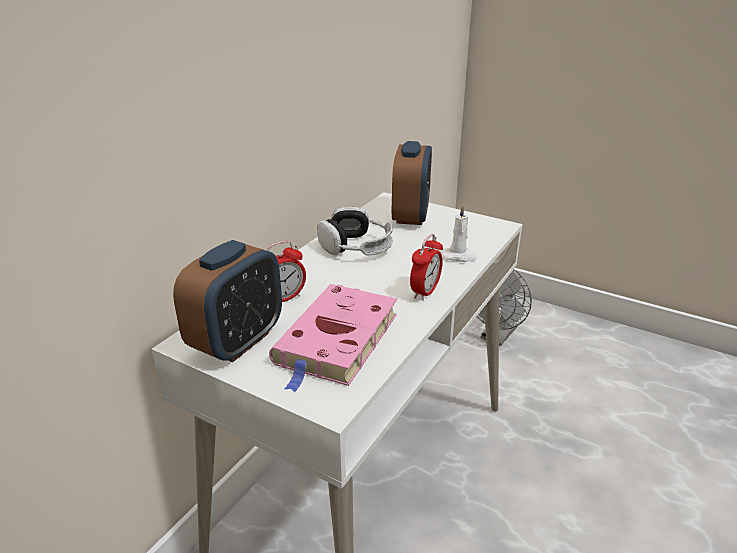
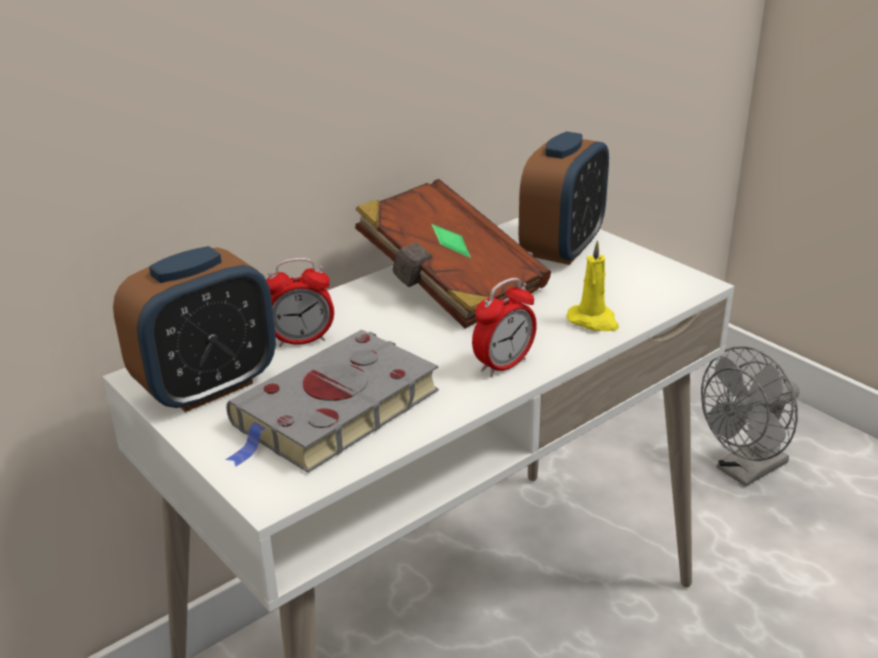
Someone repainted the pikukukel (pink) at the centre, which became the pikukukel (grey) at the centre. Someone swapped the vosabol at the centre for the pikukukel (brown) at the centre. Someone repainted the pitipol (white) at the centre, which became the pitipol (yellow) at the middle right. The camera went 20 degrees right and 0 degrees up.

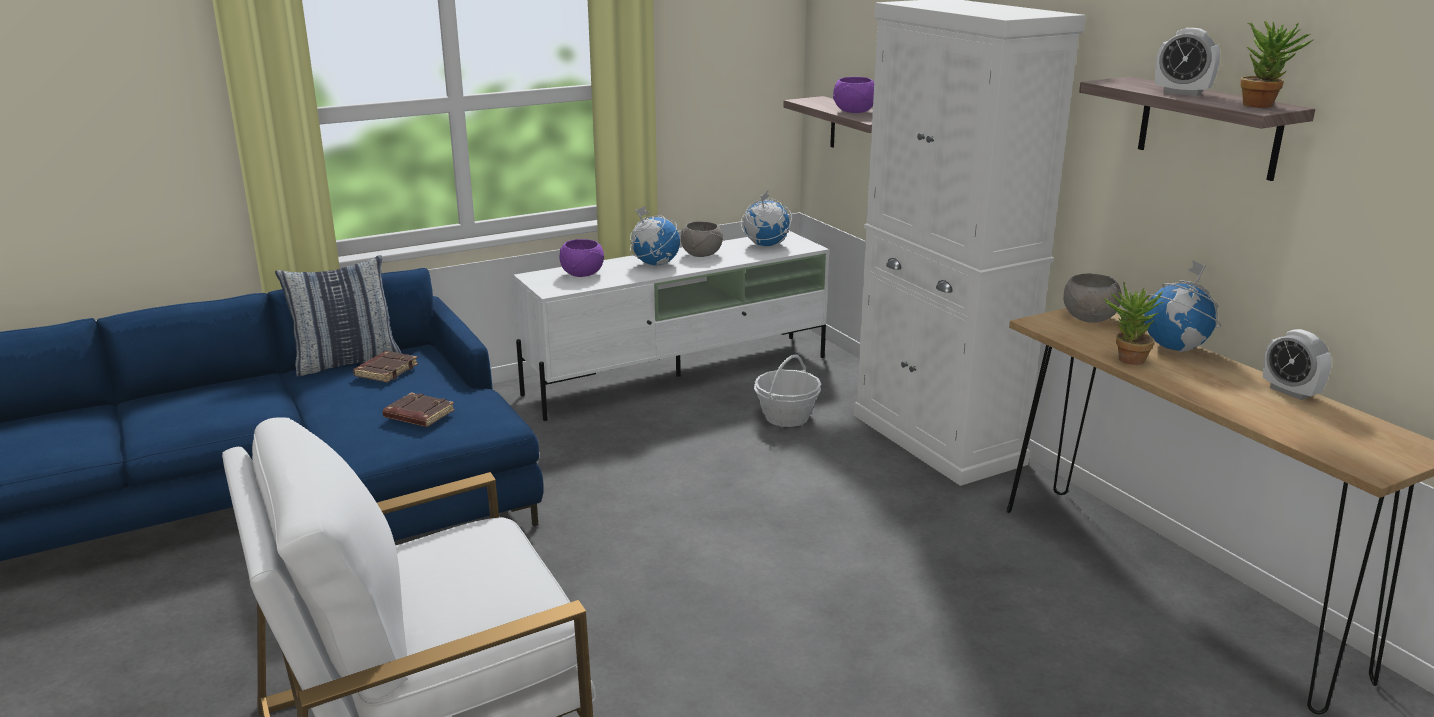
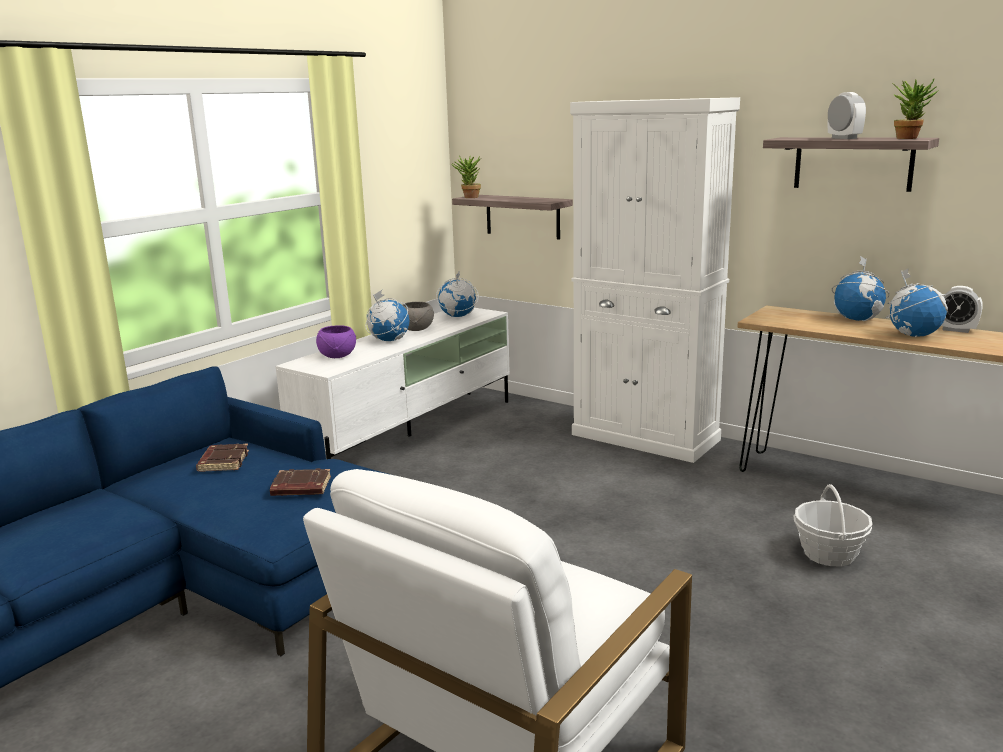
Someone took away the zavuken at the middle left. Someone carried the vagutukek from the centre to the bottom right. Someone took away the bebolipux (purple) (no. 2 from left) at the top centre. Someone took away the bebolipux (grey) (no. 2 from left) at the middle right. Someone carried the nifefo (no. 1 from left) from the middle right to the top centre. Someone rotated the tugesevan (no. 1 from left) at the top right by 120 degrees counterclockwise. Someone put down the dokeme (no. 4 from left) at the middle right. The camera went 25 degrees left and 5 degrees down.

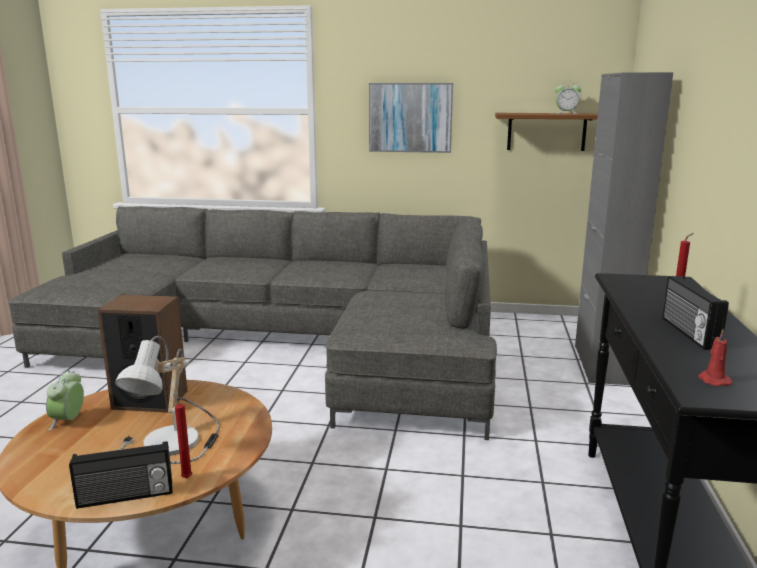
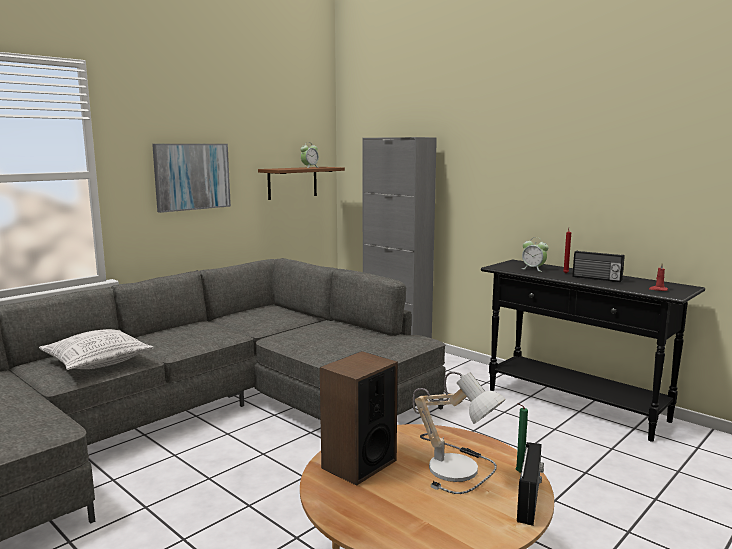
Someone carried the tugesevan (no. 1 from left in the first image) from the bottom left to the middle right. Someone repainted the pitipol (red) (no. 1 from left) at the bottom left, which became the pitipol (green) at the bottom right. Someone put down the zavuken at the middle left. The camera went 55 degrees left and 5 degrees down.

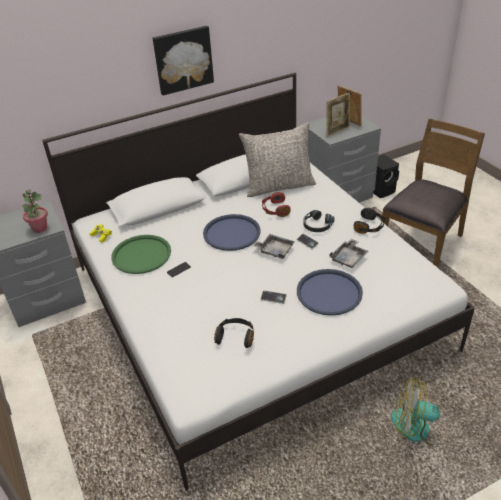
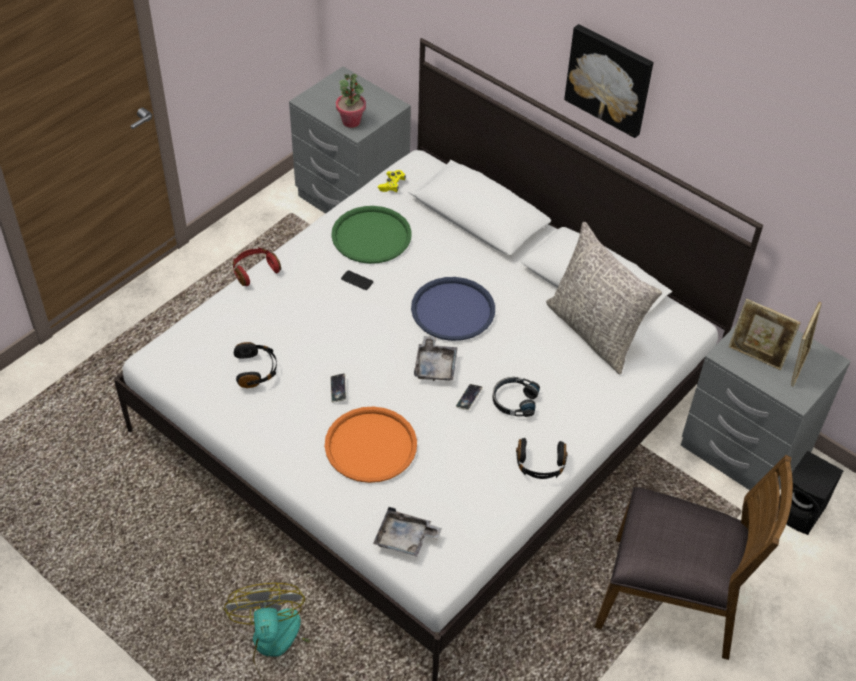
Someone carried the vosabol (red) from the centre to the middle left. Someone repainted the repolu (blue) (no. 2 from left) at the centre, which became the repolu (orange) at the centre. Someone carried the repolu (grey) (no. 2 from left in the first image) from the middle right to the bottom centre. The camera went 65 degrees right and 10 degrees up.

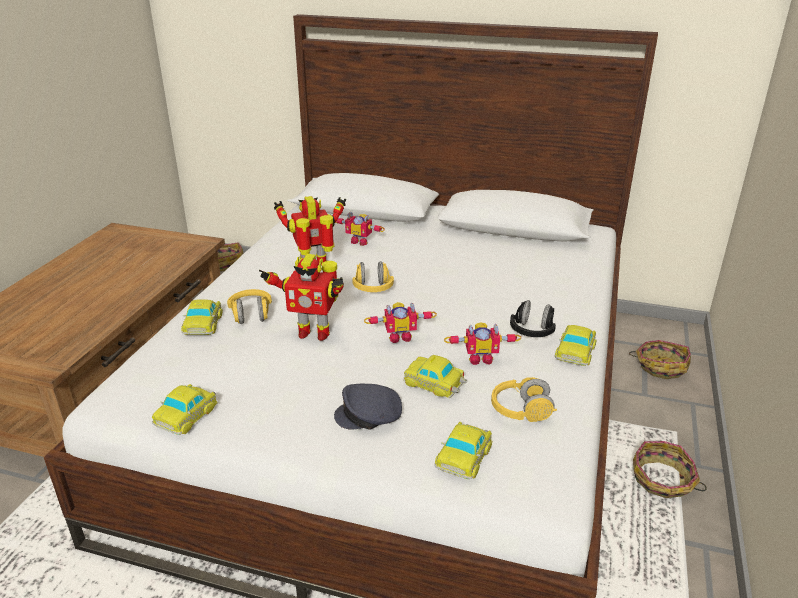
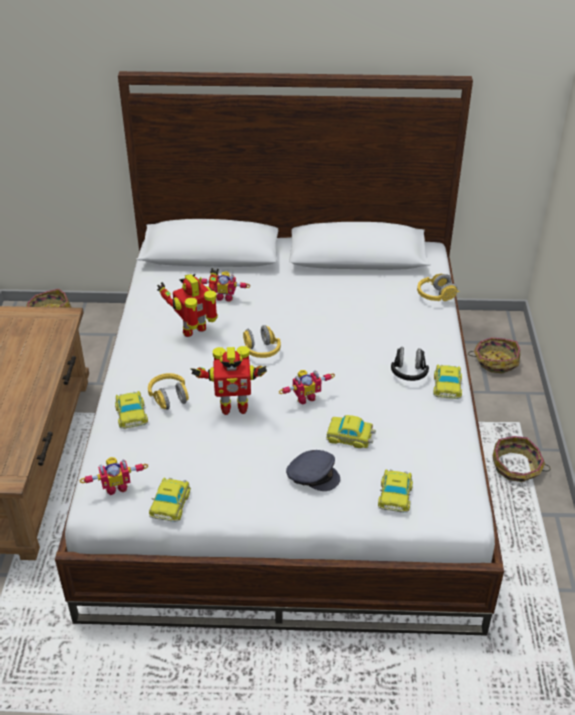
Someone rotated the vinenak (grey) at the bottom centre by 135 degrees counterclockwise. Someone carried the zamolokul (no. 5 from left in the first image) from the centre to the middle left. Someone carried the vosabol (yellow) (no. 3 from left) from the bottom centre to the middle right. The camera went 15 degrees left and 10 degrees up.

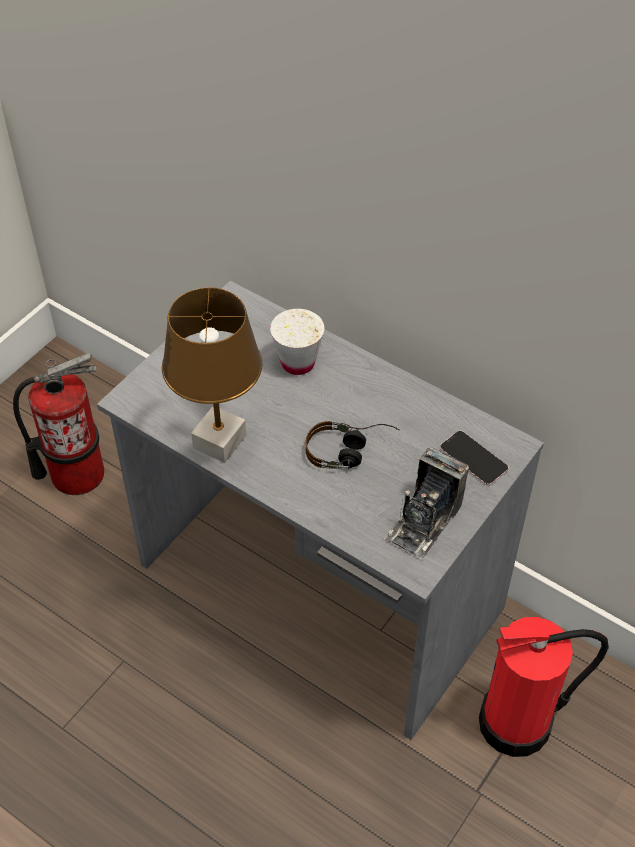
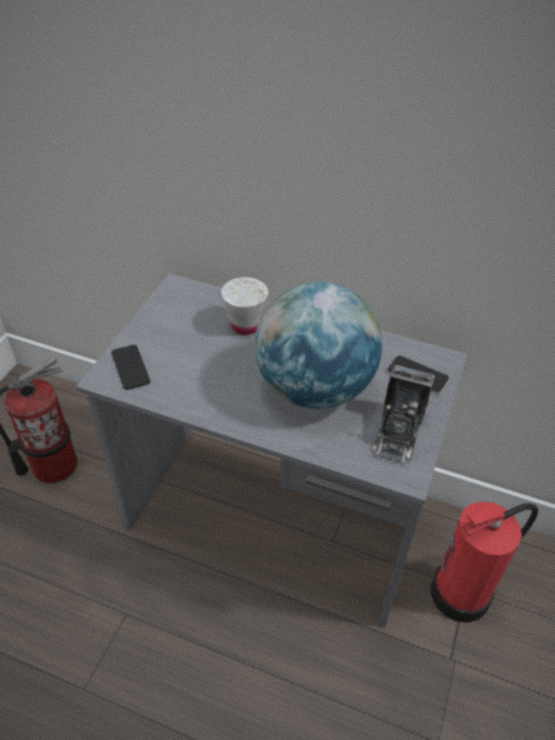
Someone took away the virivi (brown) at the centre. Someone swapped the vosabol at the centre for the dokeme at the centre. Someone put down the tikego (no. 1 from left) at the middle left. The camera went 15 degrees left and 5 degrees down.

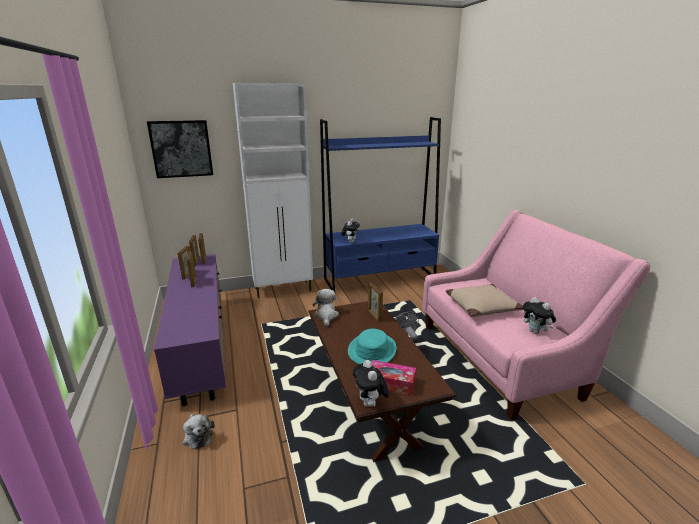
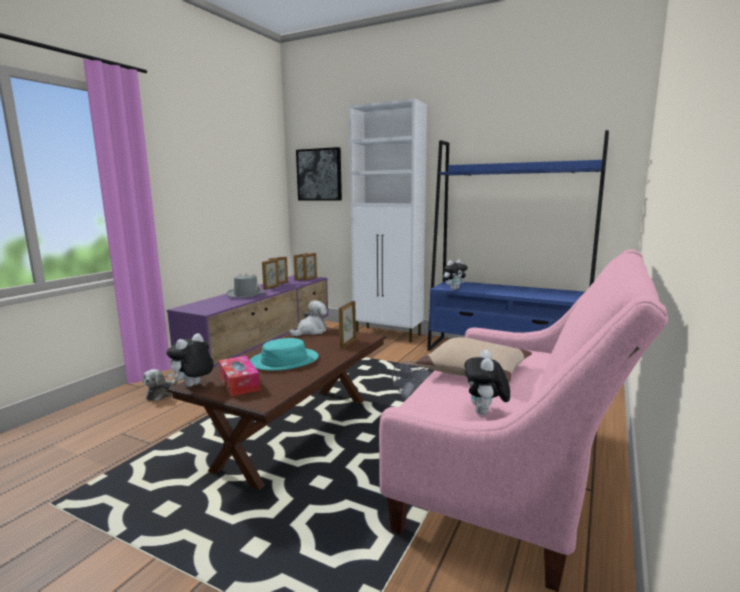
Someone put down the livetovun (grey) at the middle left. The camera went 45 degrees right and 10 degrees down.

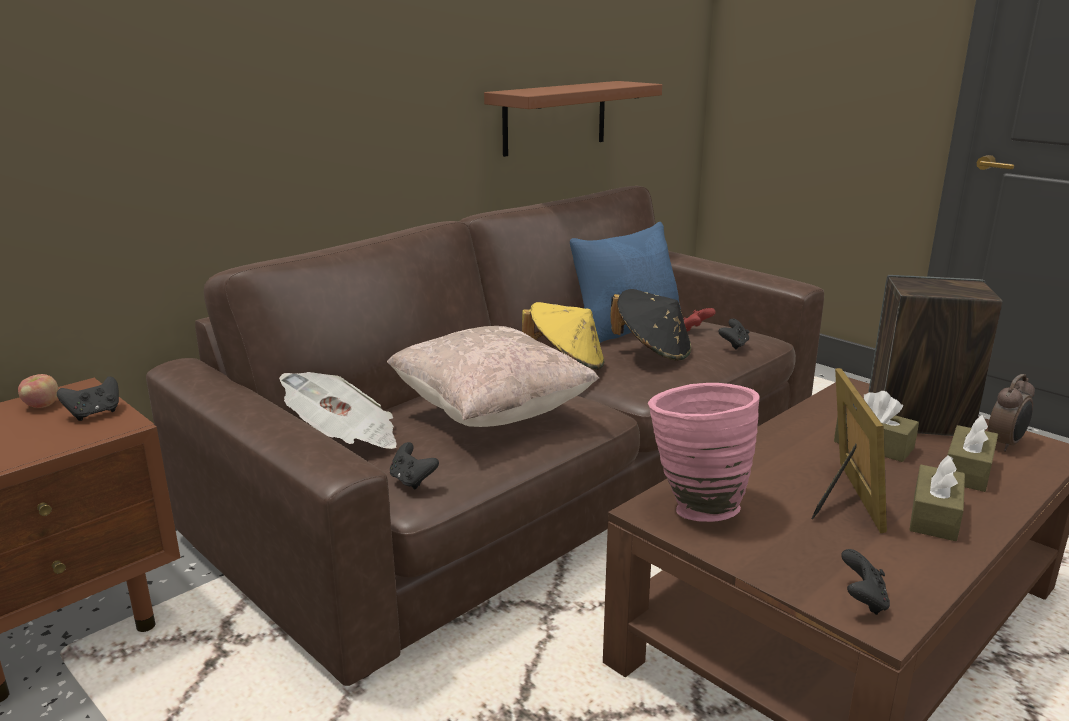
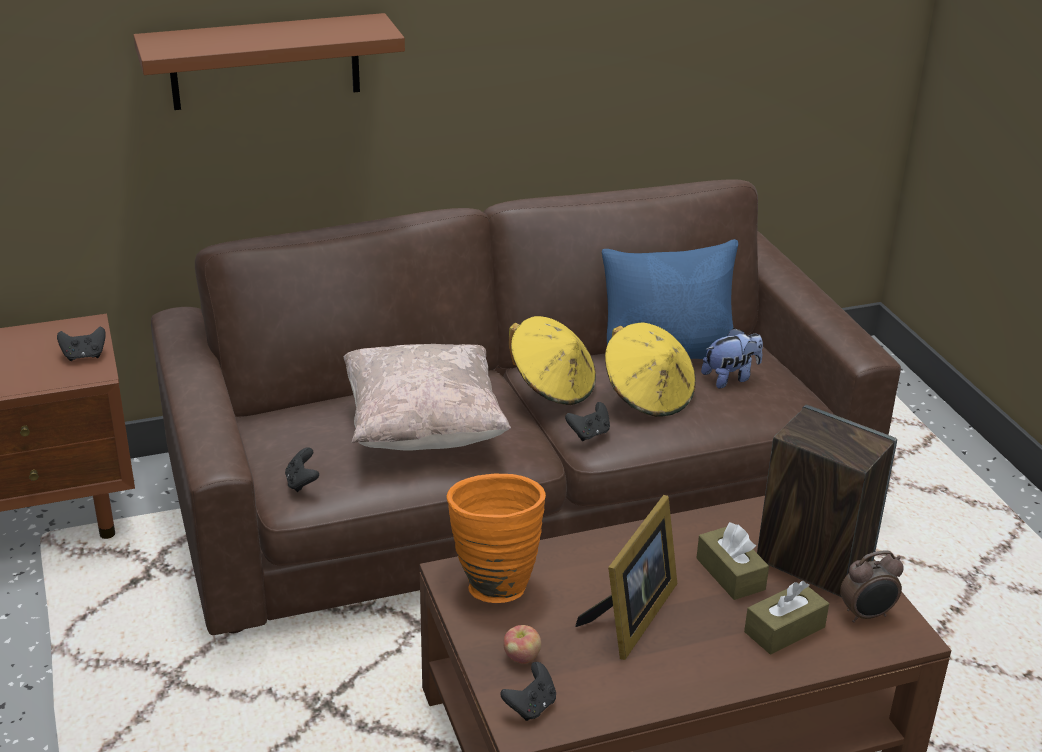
Someone carried the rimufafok from the middle left to the bottom centre. Someone took away the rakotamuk at the middle left. Someone carried the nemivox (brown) from the top centre to the top left. Someone repainted the livetovun (black) at the centre, which became the livetovun (yellow) (no. 2 from left) at the centre. Someone repainted the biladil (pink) at the centre, which became the biladil (orange) at the bottom centre. Someone swapped the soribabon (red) at the centre for the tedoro at the middle right. Someone carried the soribabon (black) (no. 3 from left in the first image) from the middle right to the centre. Someone took away the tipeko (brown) (no. 2 from left) at the bottom right. The camera went 25 degrees right and 10 degrees up.

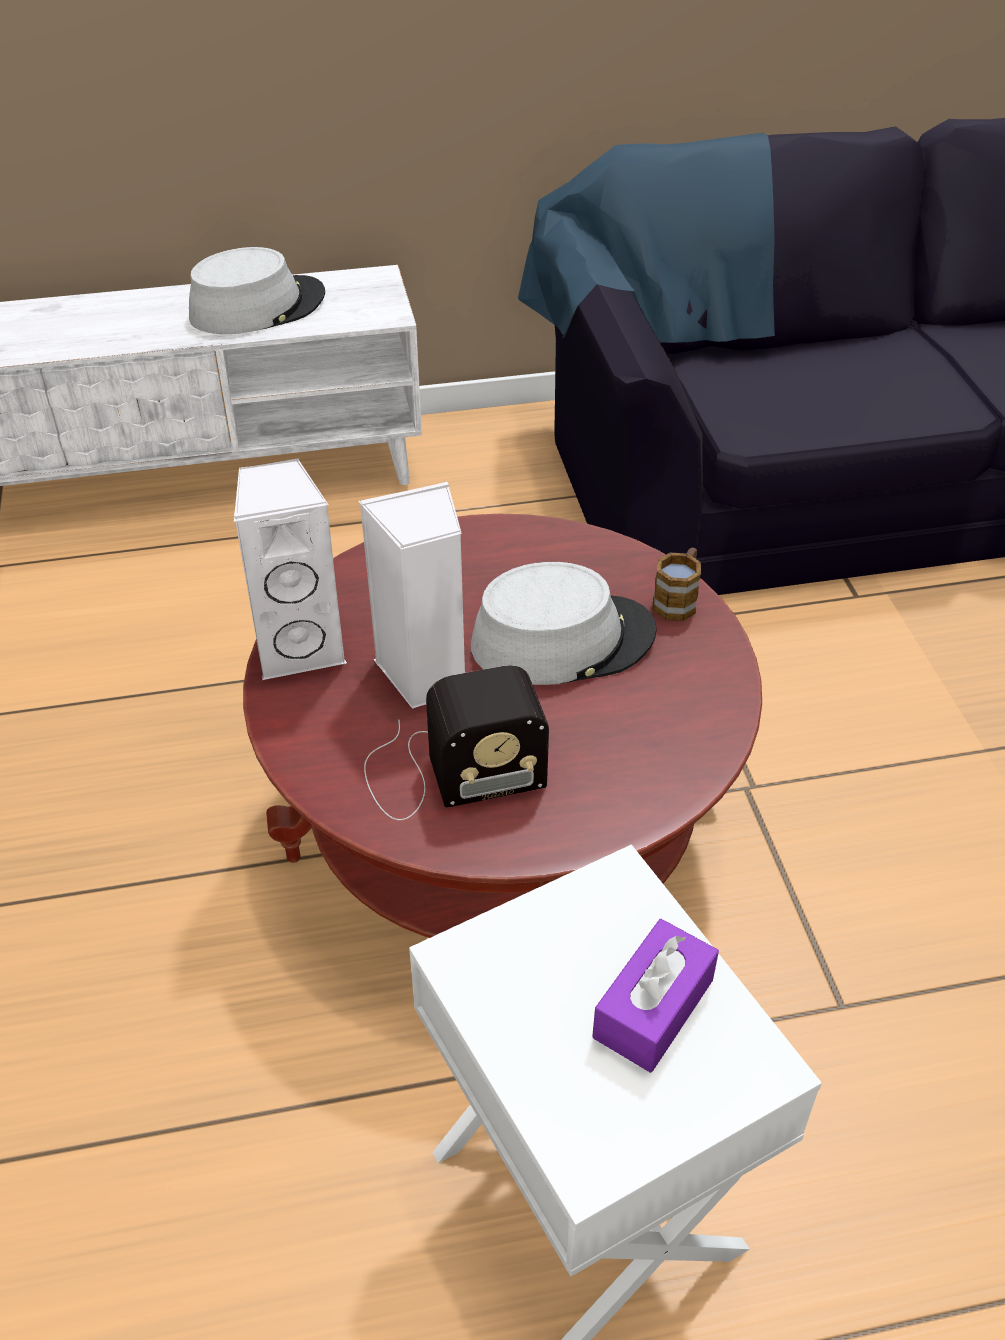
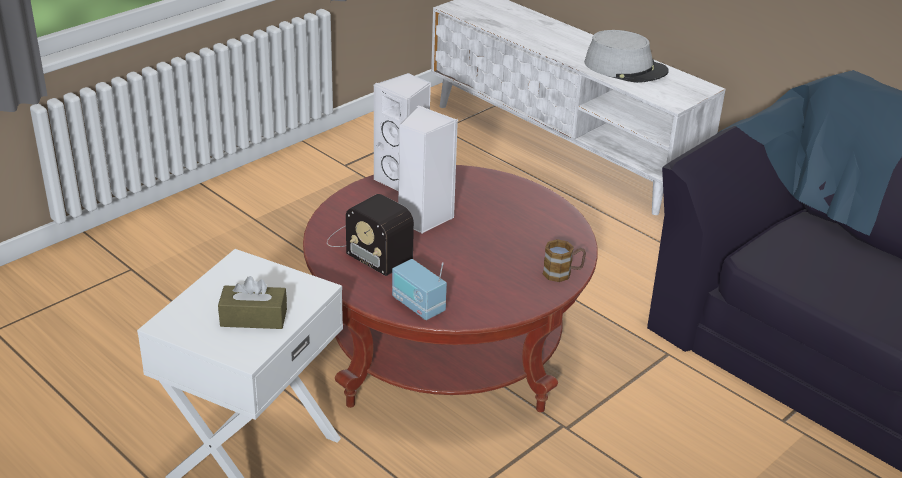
Someone took away the livetovun (grey) (no. 2 from left) at the centre. Someone repainted the tipeko (purple) at the bottom centre, which became the tipeko (brown) at the middle left. Someone put down the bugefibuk (no. 2 from left) at the centre. The camera went 55 degrees right and 10 degrees down.

